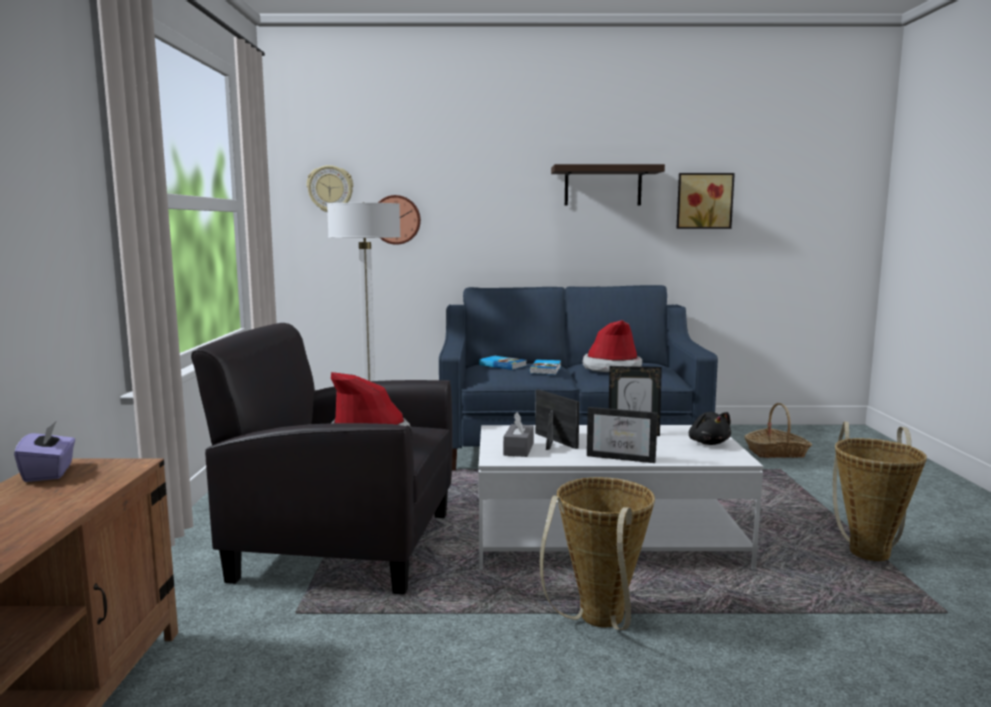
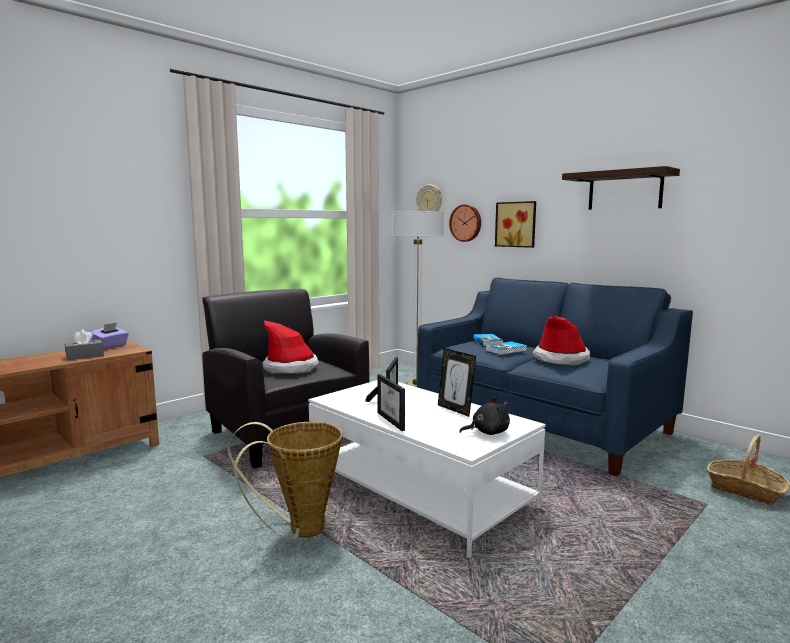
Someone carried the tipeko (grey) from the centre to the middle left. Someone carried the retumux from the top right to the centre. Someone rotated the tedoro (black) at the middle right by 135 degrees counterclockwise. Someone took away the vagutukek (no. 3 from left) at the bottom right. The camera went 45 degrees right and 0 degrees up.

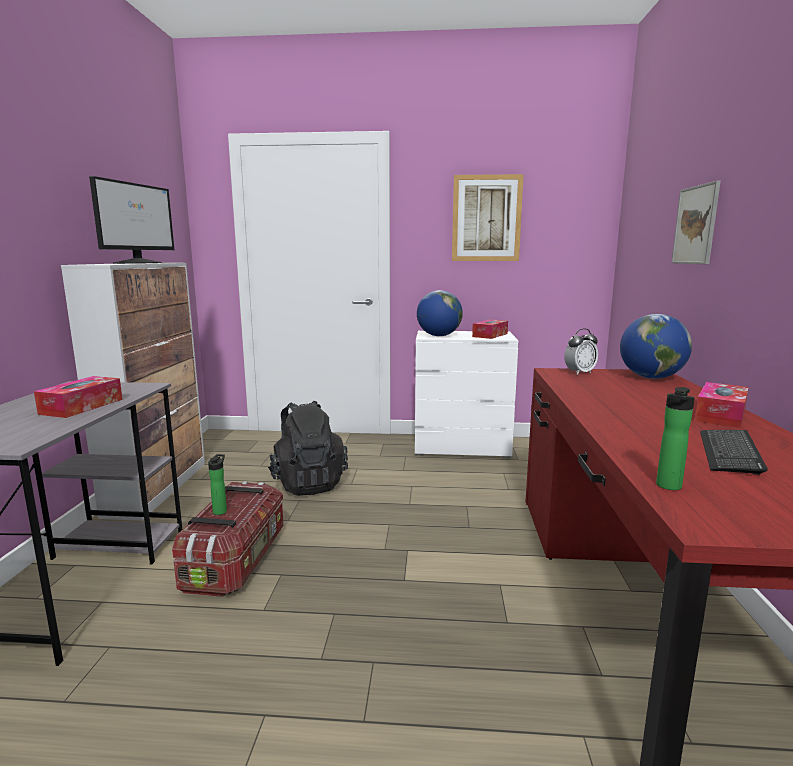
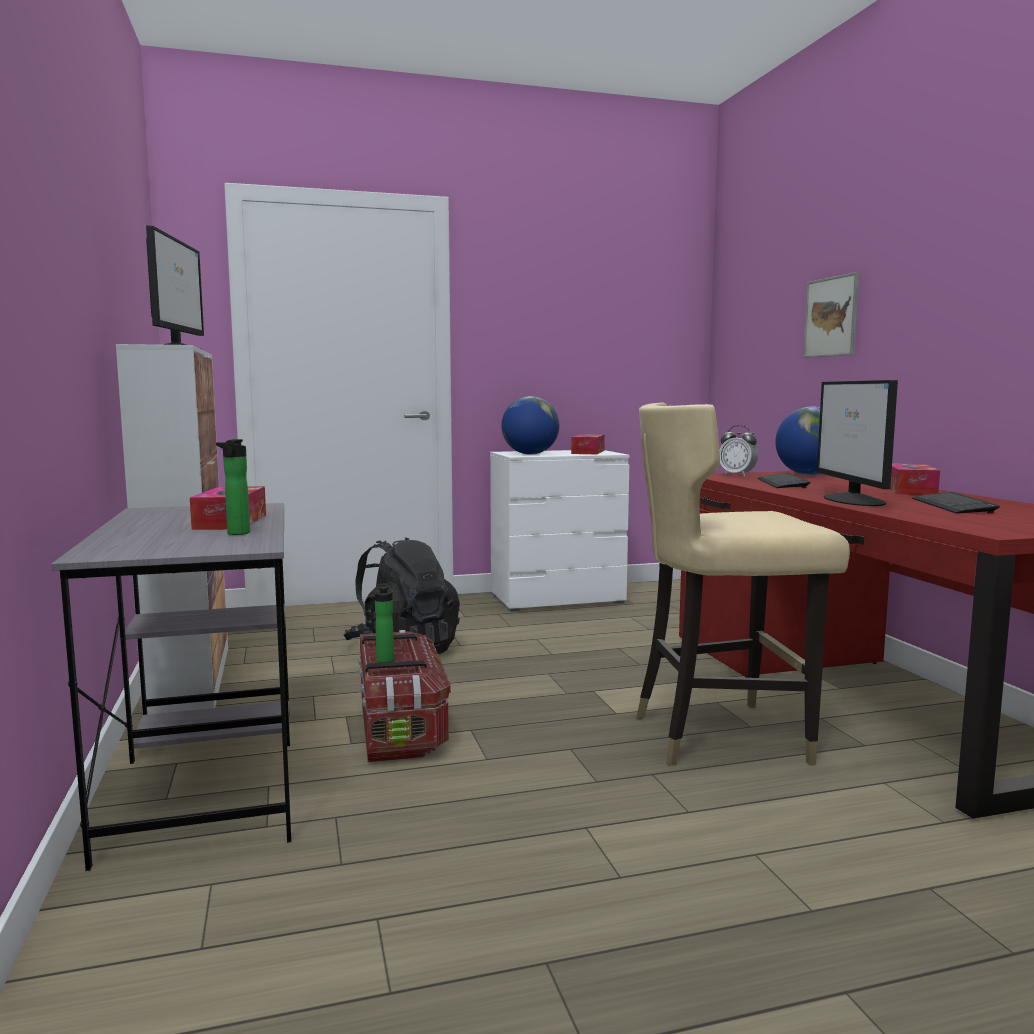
Someone took away the retumux (no. 1 from left) at the top centre. Someone rotated the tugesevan at the middle right by 90 degrees clockwise. Someone carried the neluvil (no. 2 from left in the first image) from the middle right to the middle left. Someone put down the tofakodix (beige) at the middle right. Someone put down the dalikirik (no. 1 from left) at the middle right. Someone put down the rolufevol (no. 2 from left) at the middle right. The camera went 20 degrees left and 5 degrees down.

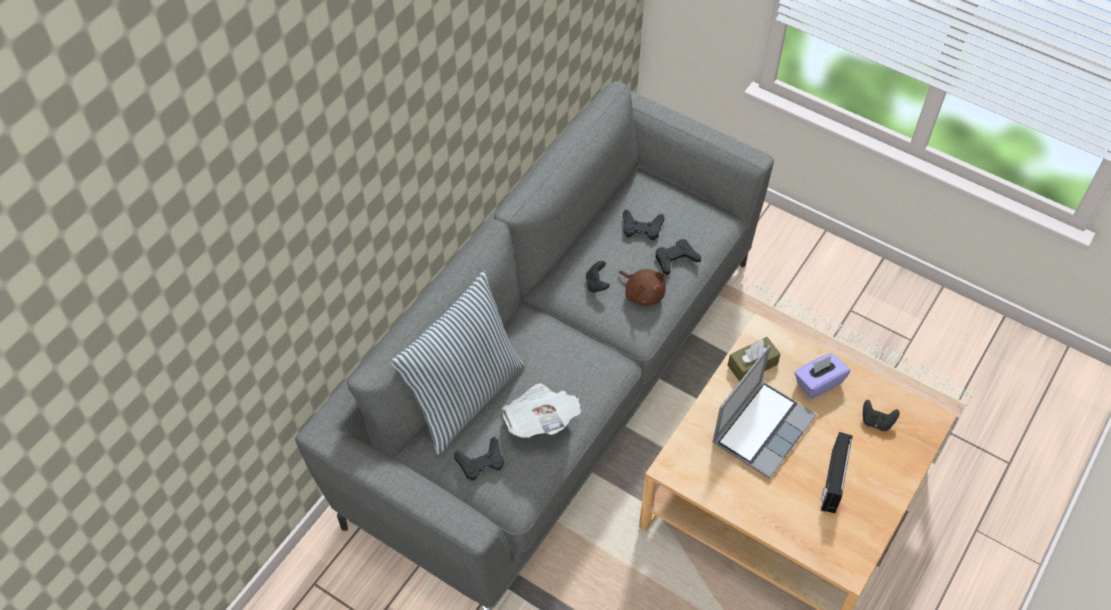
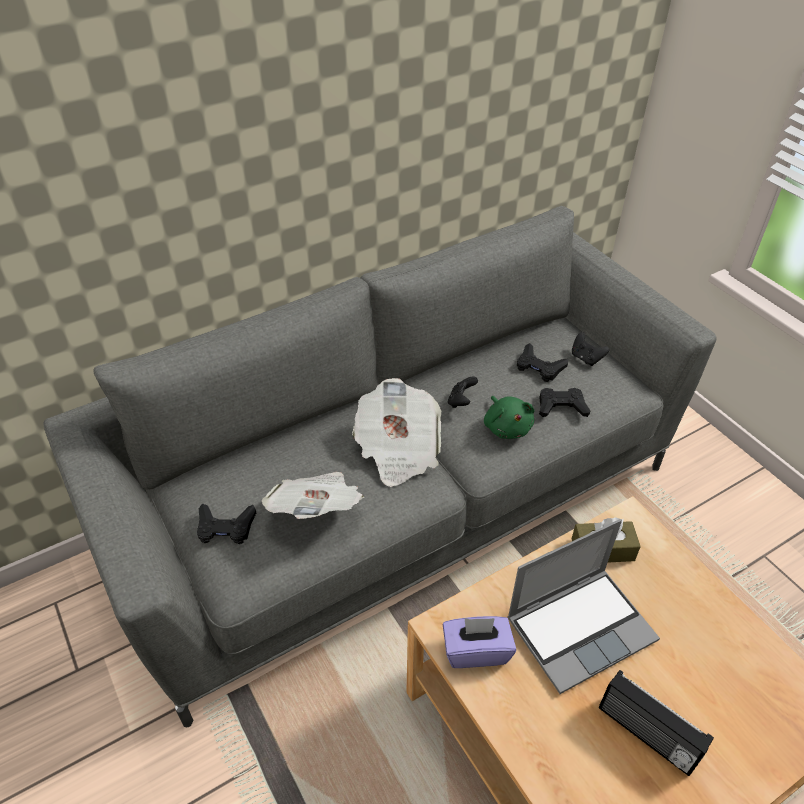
Someone took away the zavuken at the centre. Someone repainted the tedoro (brown) at the centre, which became the tedoro (green) at the centre. Someone carried the tipeko (purple) from the middle right to the bottom centre. Someone rotated the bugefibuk at the bottom right by 90 degrees counterclockwise. Someone carried the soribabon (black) (no. 5 from left) from the bottom right to the middle right. Someone put down the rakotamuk (no. 2 from left) at the centre. The camera went 25 degrees right and 10 degrees down.

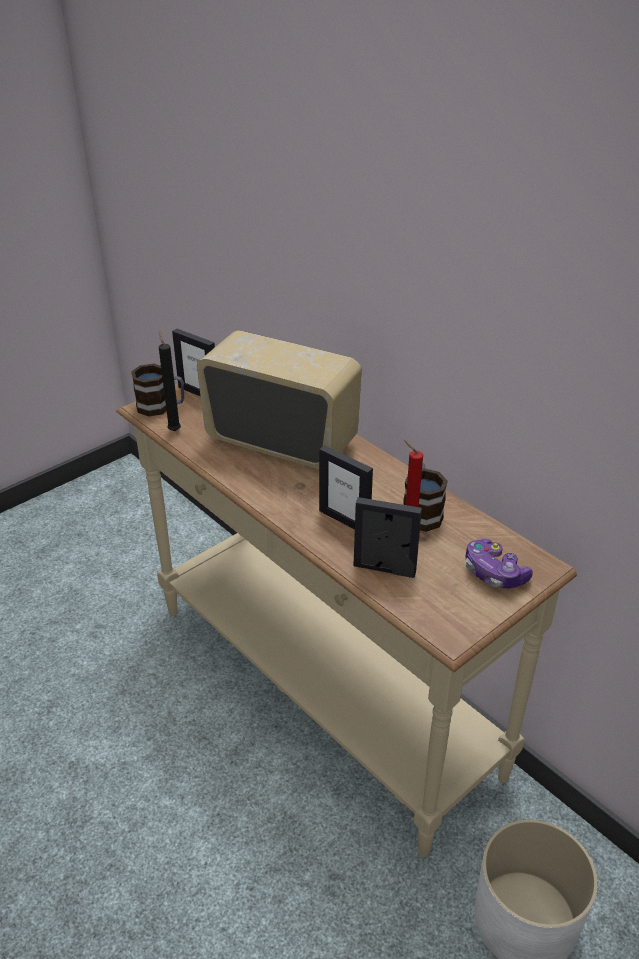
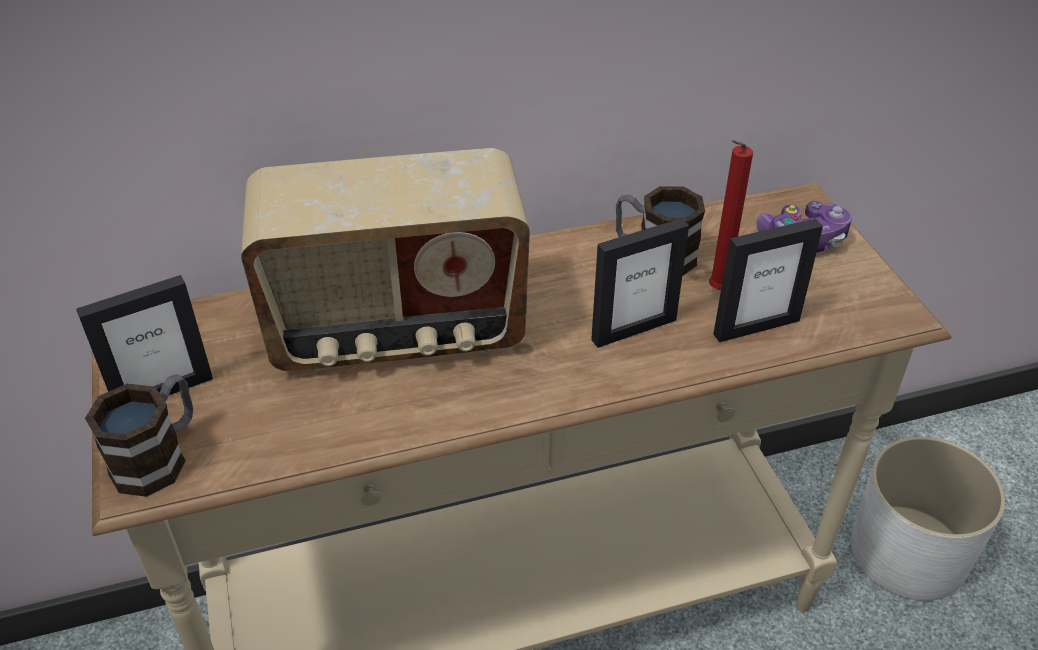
Someone took away the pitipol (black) at the middle left. Someone rotated the bugefibuk at the centre by 150 degrees counterclockwise. Someone rotated the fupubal (no. 3 from left) at the centre by 150 degrees counterclockwise. The camera went 65 degrees left and 5 degrees up.

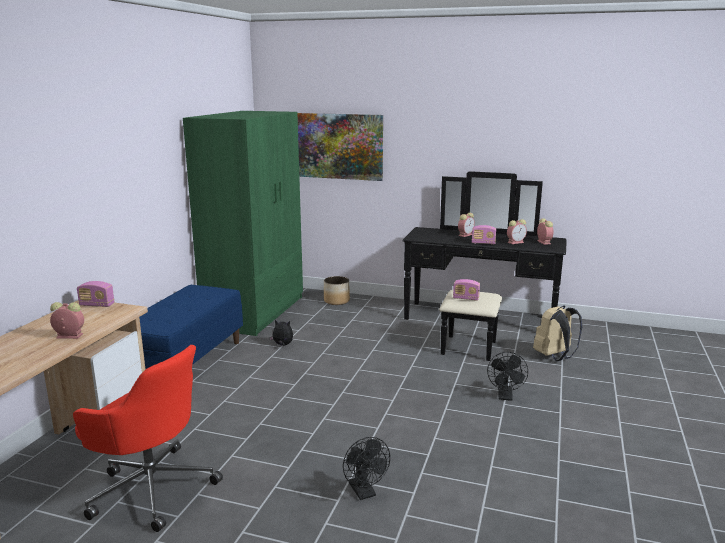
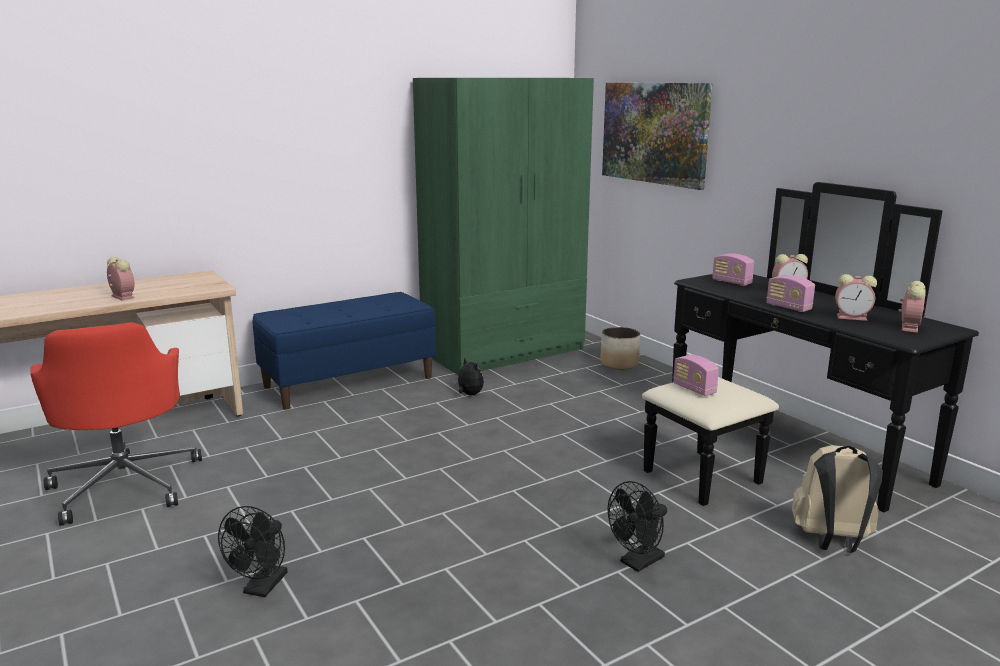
Someone carried the bugefibuk (no. 1 from left in the first image) from the middle left to the middle right. The camera went 40 degrees right and 0 degrees up.

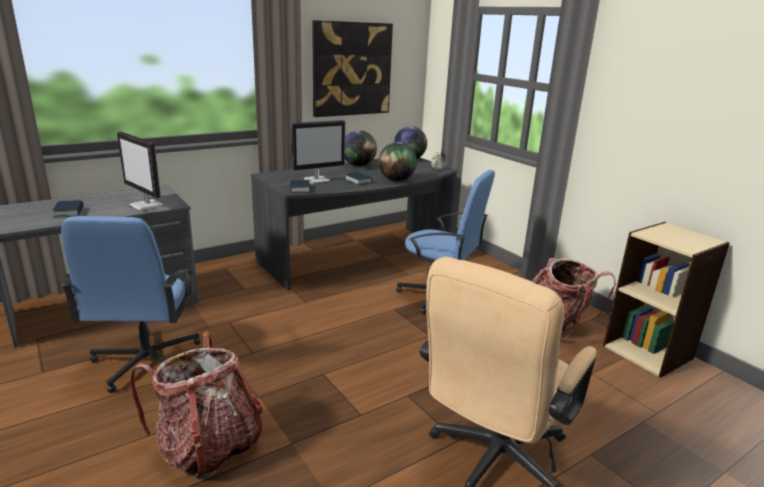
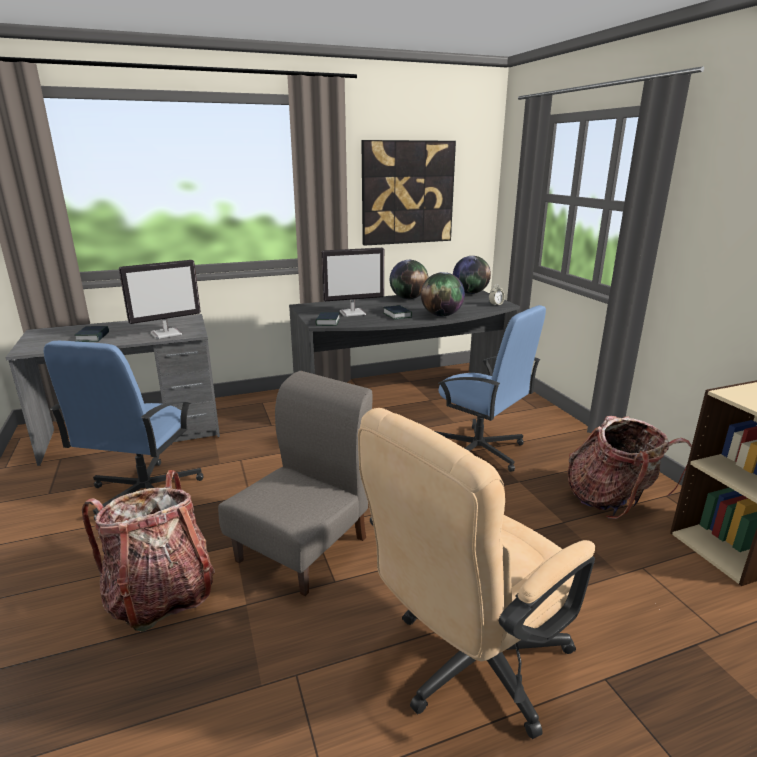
Someone rotated the rolufevol (no. 1 from left) at the middle left by 90 degrees counterclockwise. Someone put down the tofakodix (grey) at the centre. The camera went 15 degrees right and 0 degrees up.

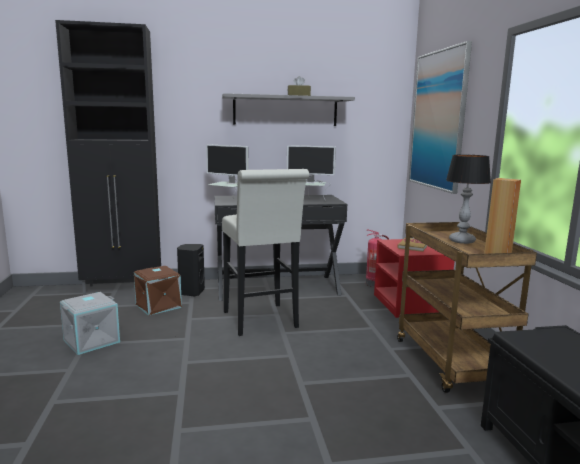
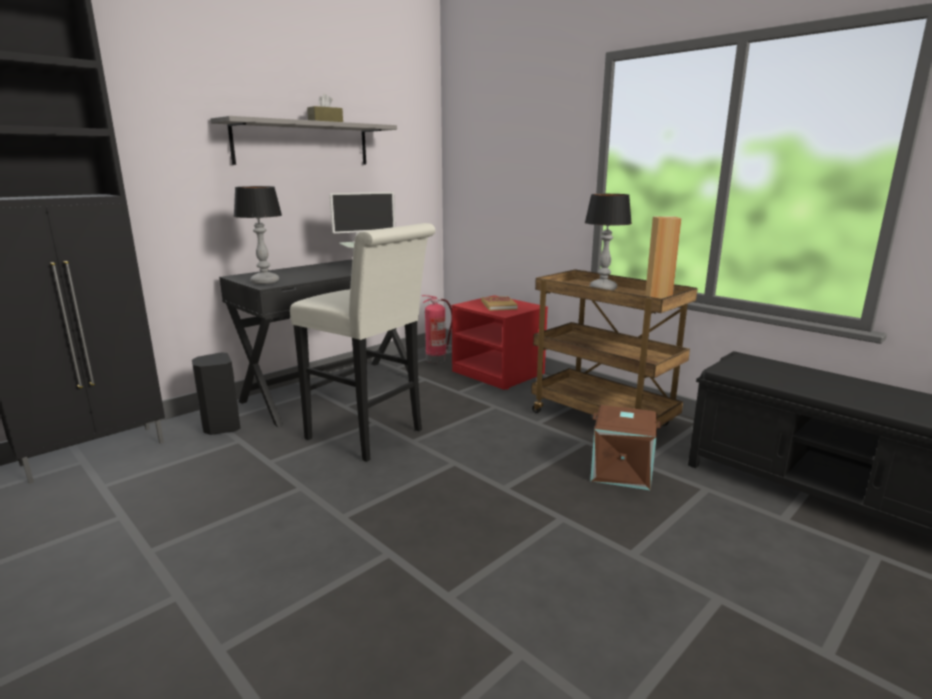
Someone took away the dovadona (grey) at the bottom left. Someone carried the dovadona (brown) from the middle left to the middle right. Someone swapped the rolufevol (no. 1 from left) at the centre for the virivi (no. 1 from left) at the middle left. Someone took away the retumux at the top right. The camera went 35 degrees left and 5 degrees up.

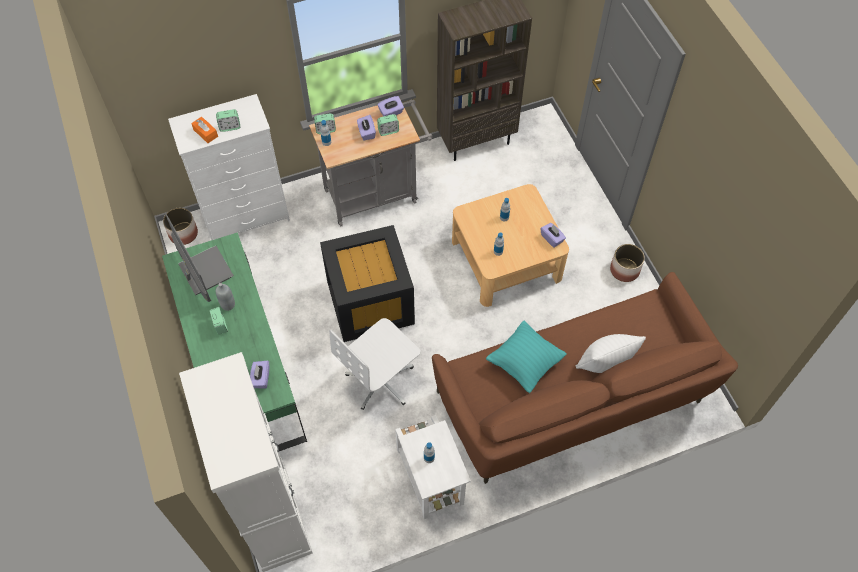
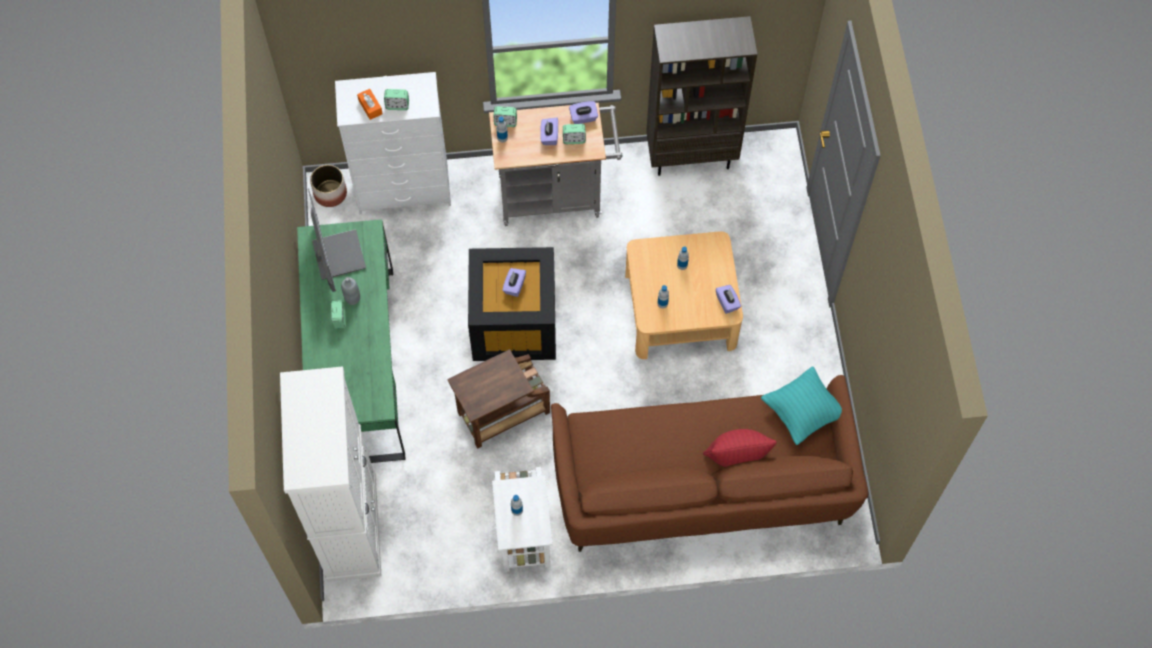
Someone carried the tipeko (purple) (no. 1 from left) from the middle left to the centre. Someone swapped the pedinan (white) at the centre for the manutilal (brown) at the centre. Someone carried the zavuken (turquoise) from the centre to the middle right. Someone repainted the zavuken (white) at the middle right, which became the zavuken (red) at the bottom centre. Someone took away the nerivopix (no. 2 from left) at the middle right. The camera went 15 degrees right and 5 degrees up.

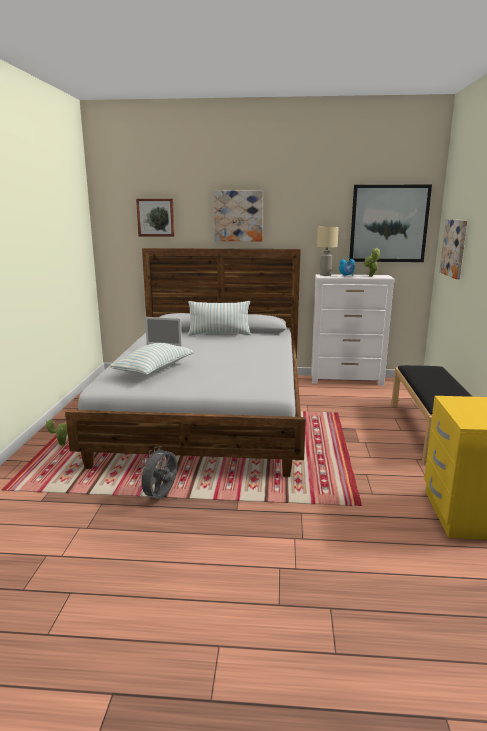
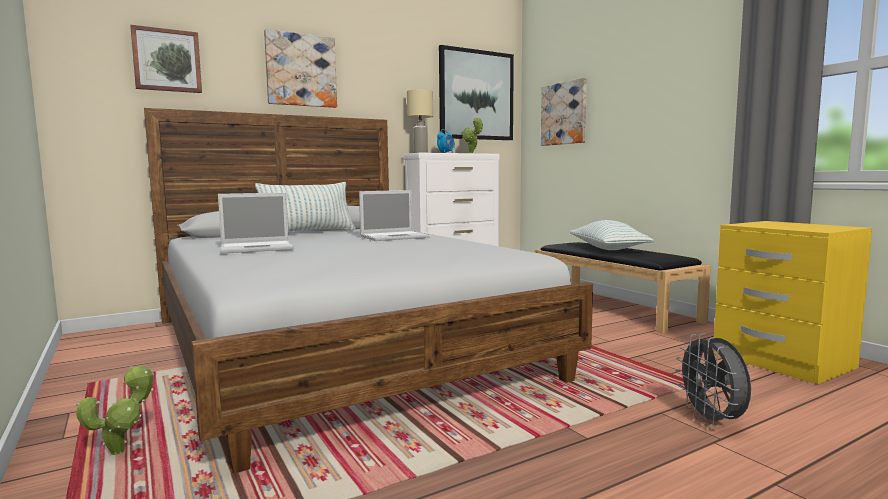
Someone carried the zavuken (no. 1 from left in the first image) from the middle left to the middle right. Someone carried the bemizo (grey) from the middle left to the bottom right. Someone put down the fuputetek (no. 2 from left) at the centre. The camera went 35 degrees left and 10 degrees down.

